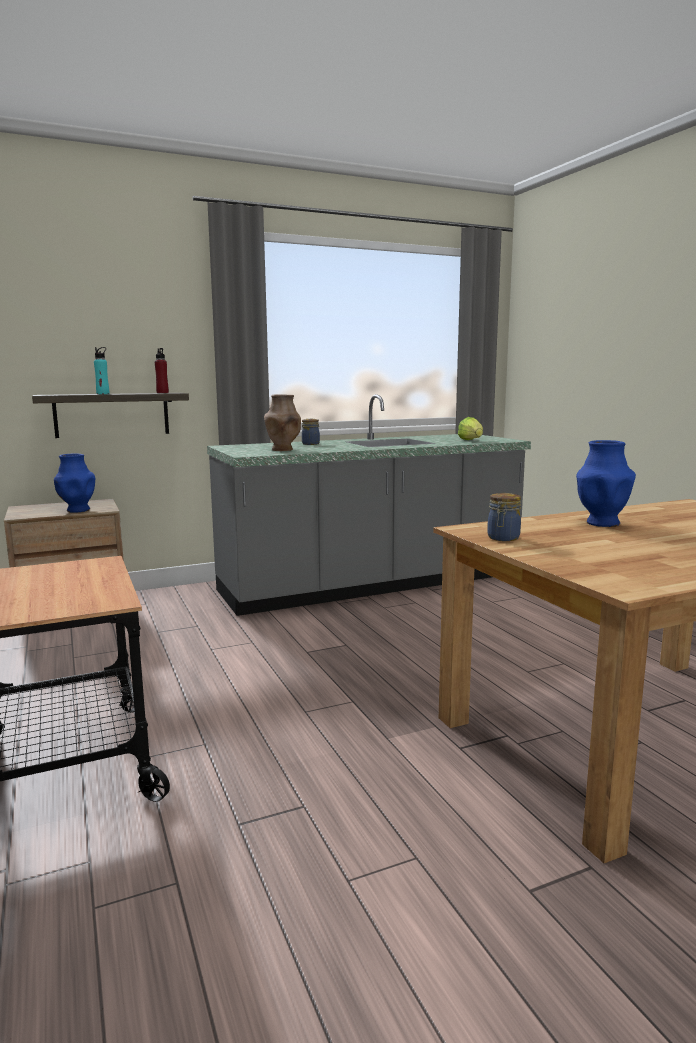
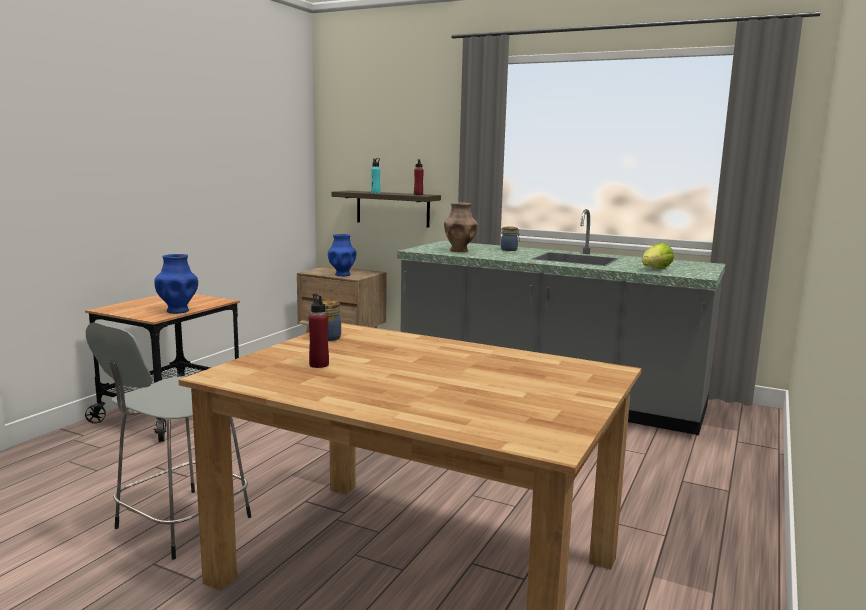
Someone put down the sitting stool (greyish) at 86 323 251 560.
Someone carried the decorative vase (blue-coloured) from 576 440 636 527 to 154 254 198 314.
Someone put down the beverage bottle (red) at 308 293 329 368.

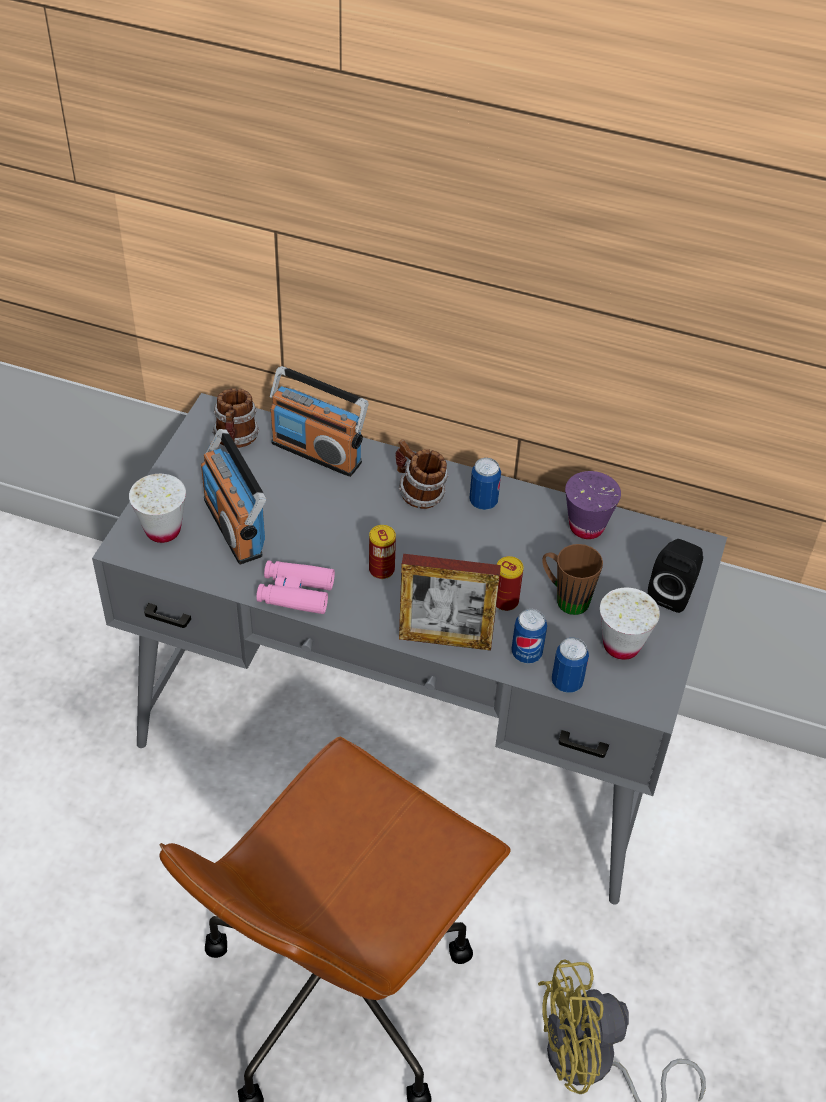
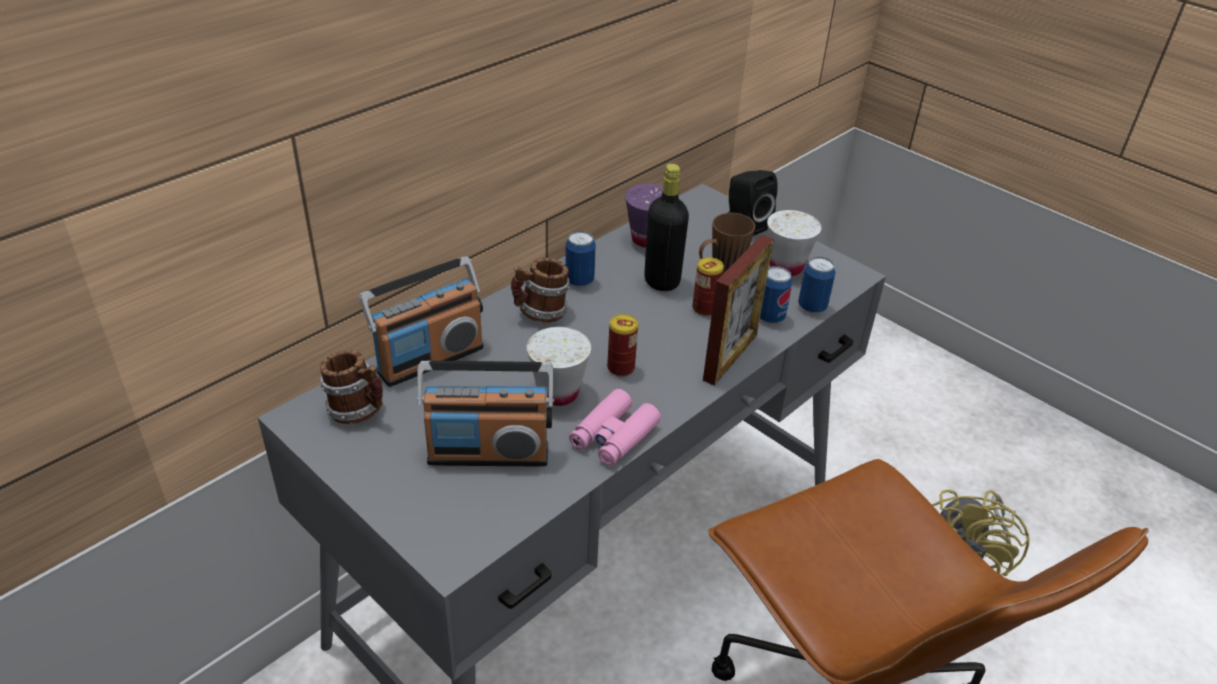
Someone carried the small cup (white) from 129 474 186 543 to 527 327 591 406.
Someone put down the beverage bottle (black-coloured) at 644 164 689 291.

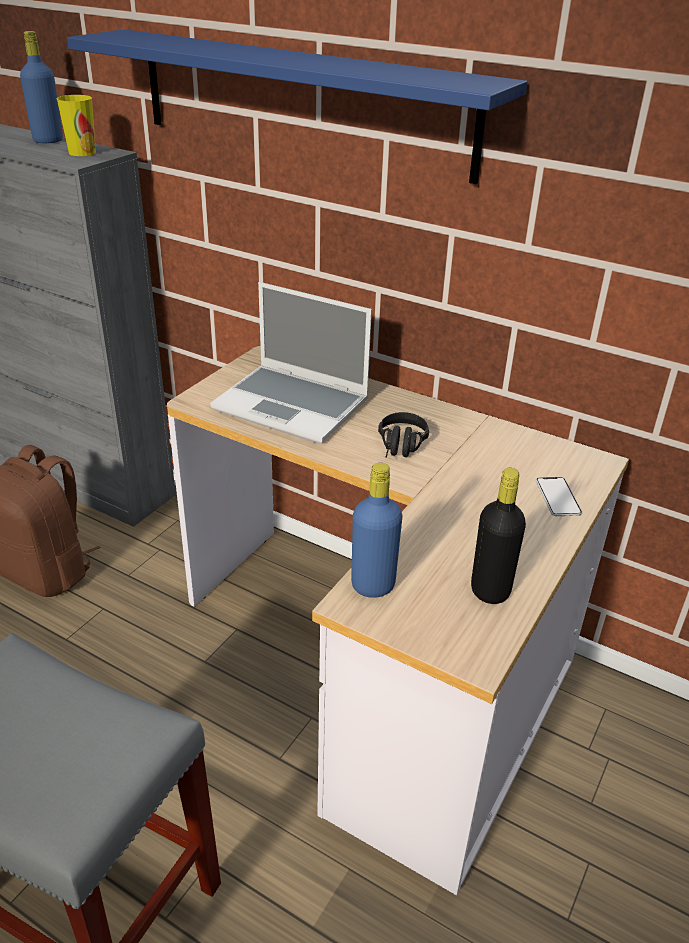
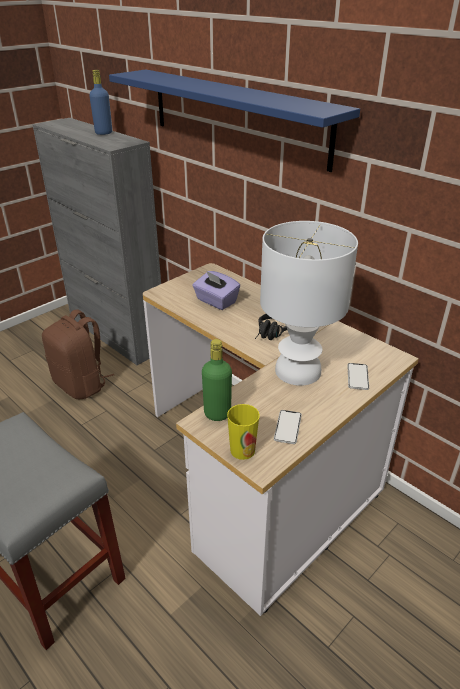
Someone swapped the portable computer at 210 282 372 444 for the box of tissues (purple-coloured) at 192 271 240 310.
Someone repainted the beverage bottle (blue-coloured) at 351 463 403 598, which became the beverage bottle (greenish) at 202 339 232 421.
Someone carried the small cup from 57 95 96 156 to 227 404 260 460.
Someone put down the lamp for a table (white) at 260 221 358 386.
Someone swapped the beverage bottle (black-coloured) at 471 468 526 604 for the handset at 274 410 302 444.

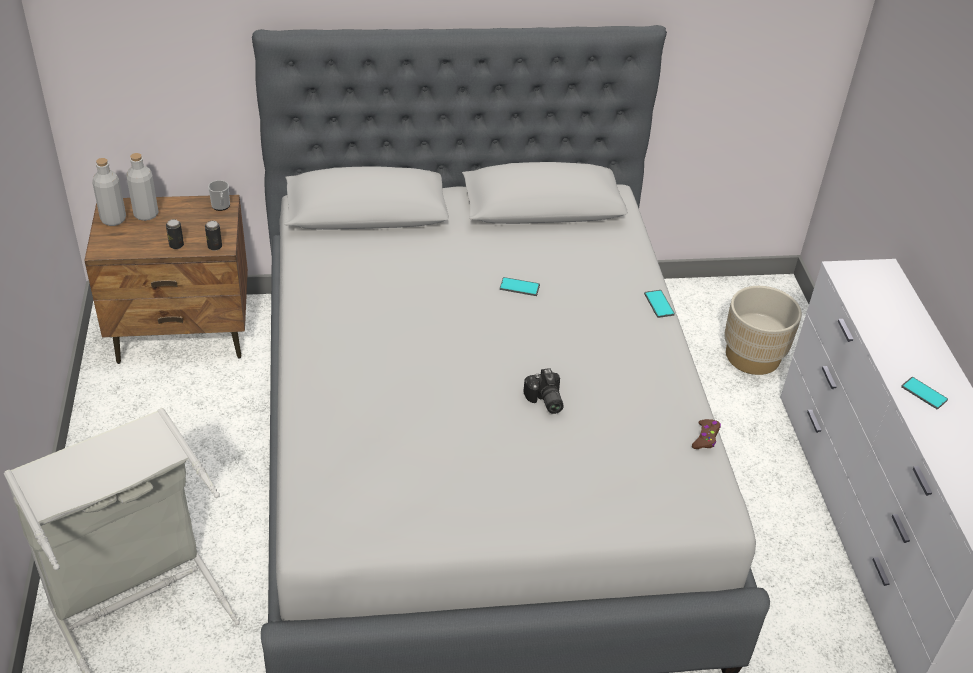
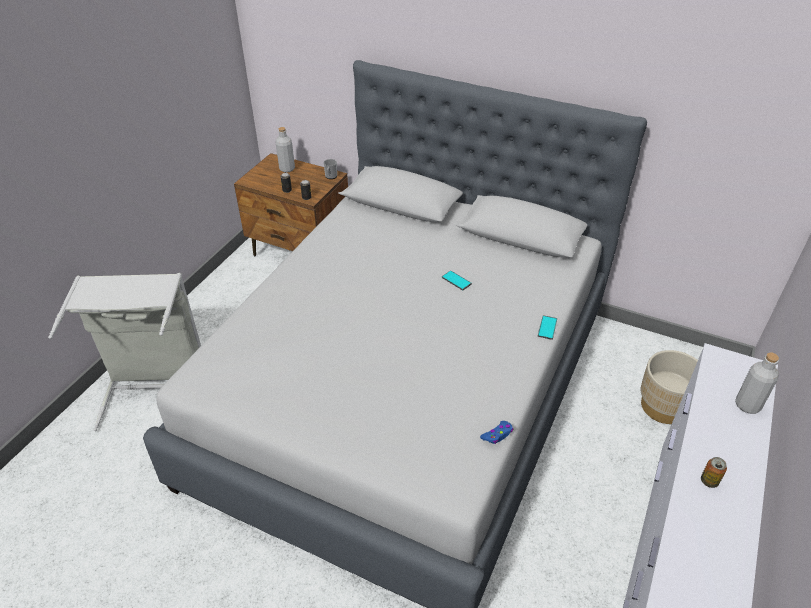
Someone repainted the joypad (brown) at 692 419 721 449, which became the joypad (blue-coloured) at 480 421 513 444.
Someone swapped the handset at 901 377 948 409 for the sealed can at 701 457 727 488.
Someone carried the beverage bottle (greyish) from 92 158 126 226 to 735 353 779 414.
Someone took away the photo camera at 523 368 564 414.

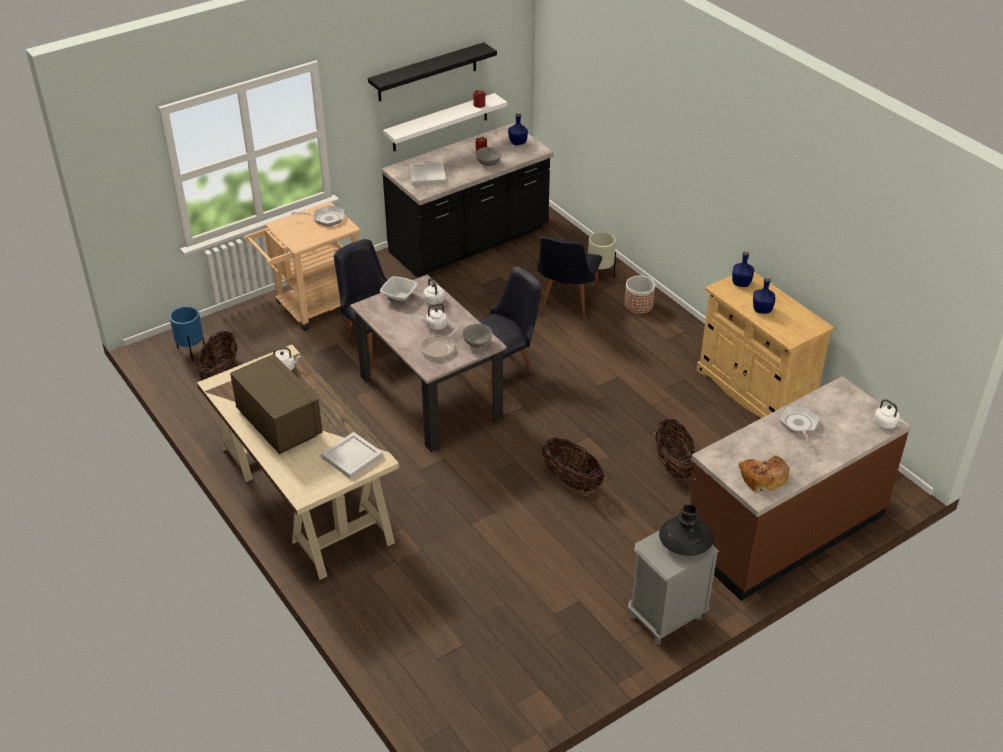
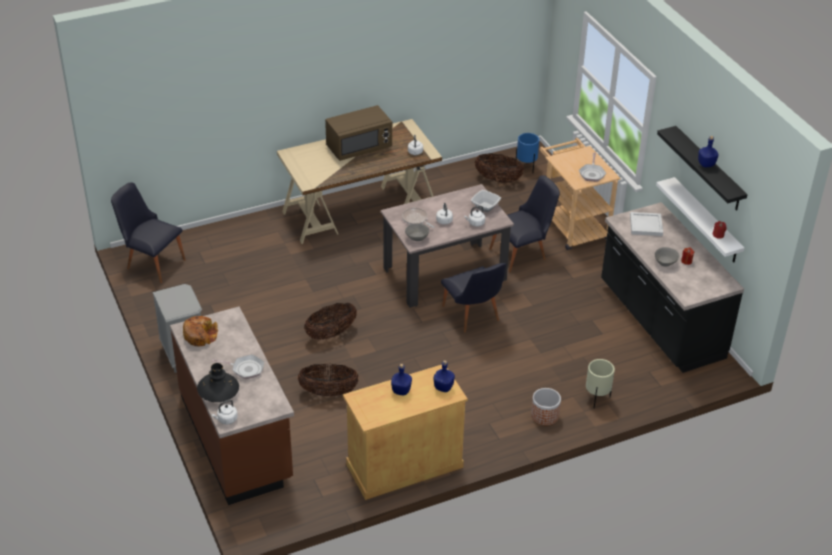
Someone carried the chair (black-coloured) from 537 237 602 317 to 111 182 186 283.
Someone carried the decorative vase (black-coloured) from 659 504 714 556 to 197 363 239 402.
Someone carried the beverage bottle (blue-coloured) from 508 112 528 145 to 698 136 718 167.
Someone took away the carrying tray (white) at 321 432 383 479.

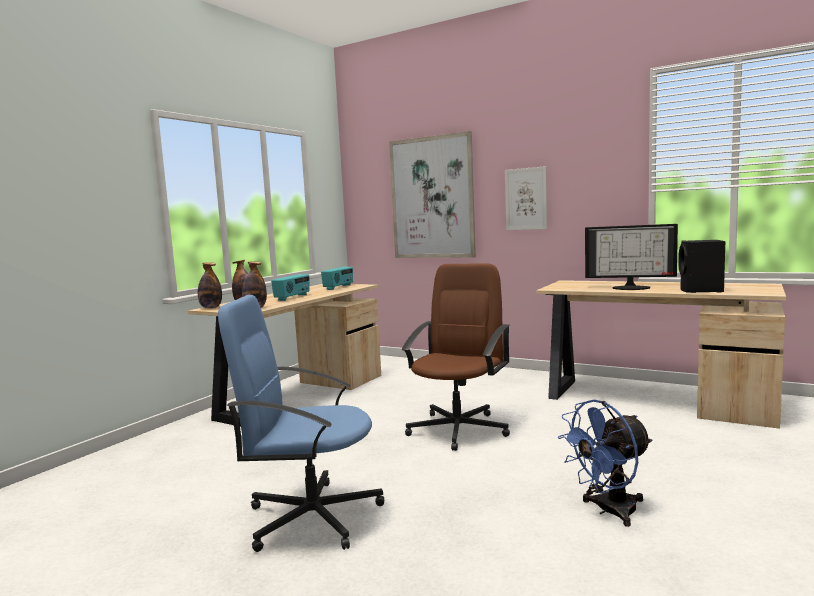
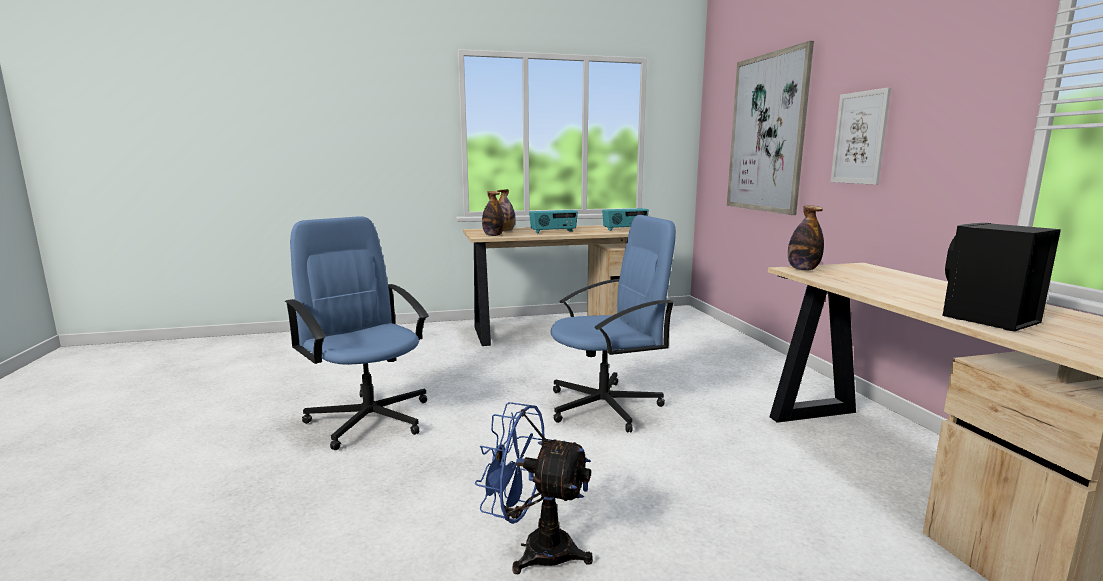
Someone repainted the desk chair (brown) at 402 263 510 451, which became the desk chair (blue-coloured) at 551 215 676 432.
Someone carried the beverage bottle from 198 262 222 308 to 788 205 824 271.
Someone took away the computer display at 585 224 678 290.

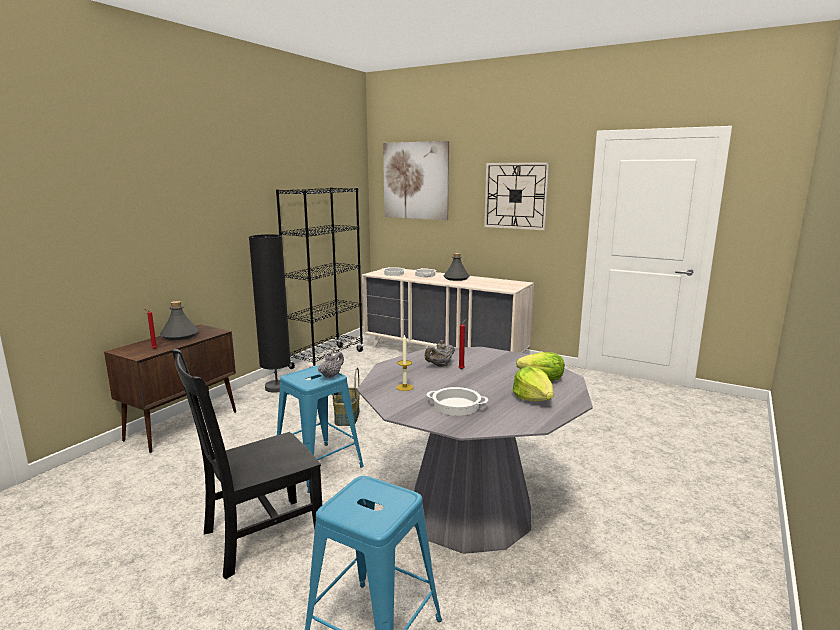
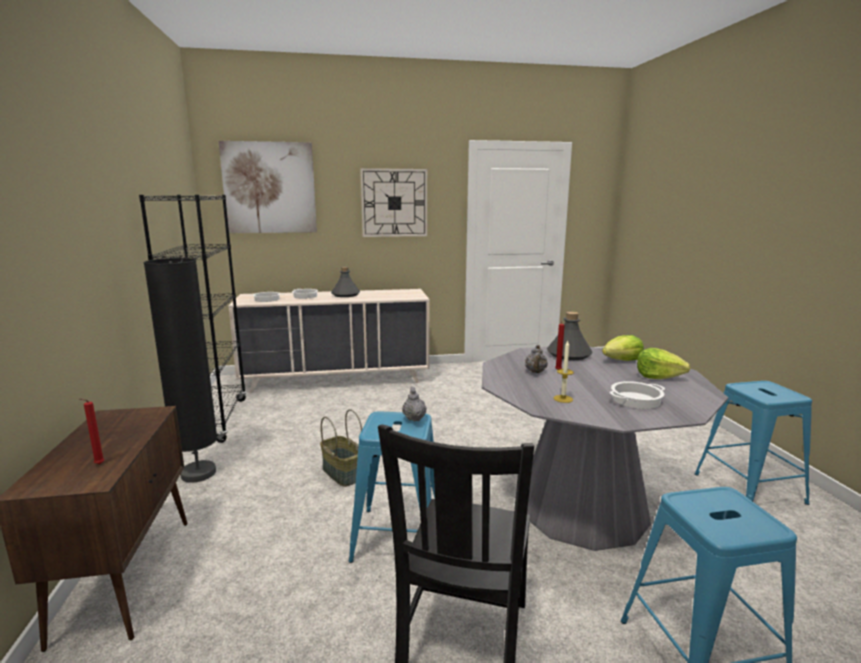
Someone carried the beverage bottle (greyish) from 160 301 199 340 to 547 312 593 360.
Someone put down the sitting stool (blue-coloured) at 695 381 812 505.

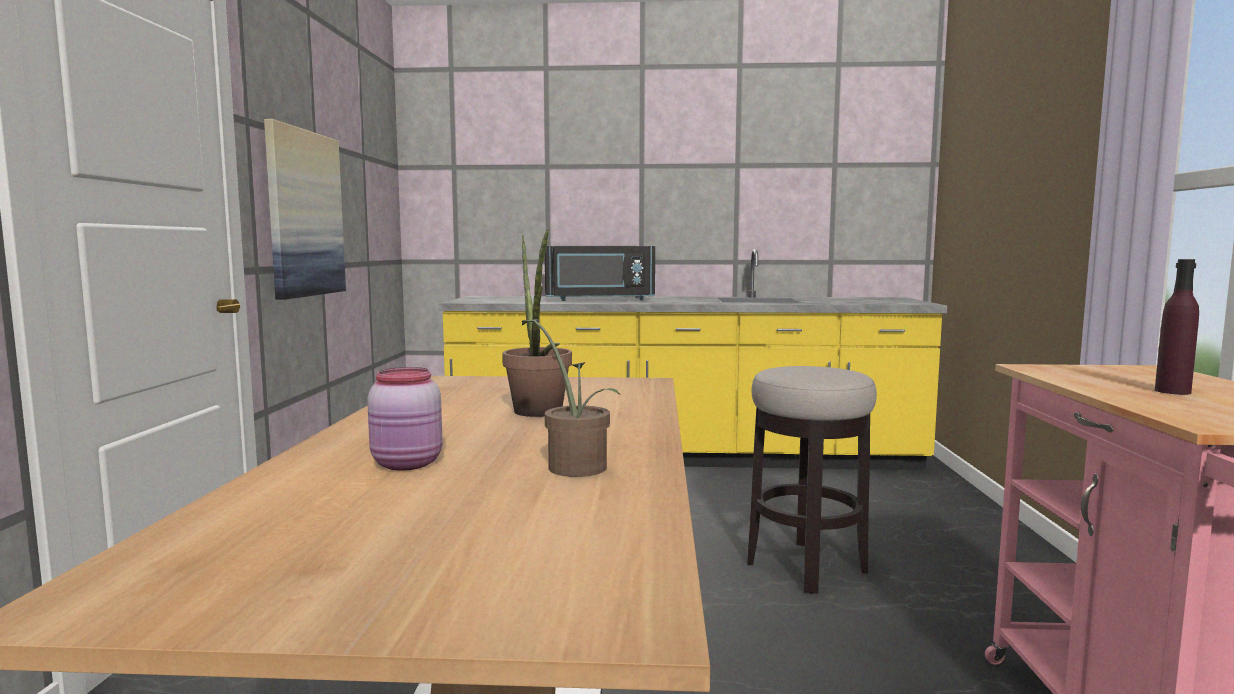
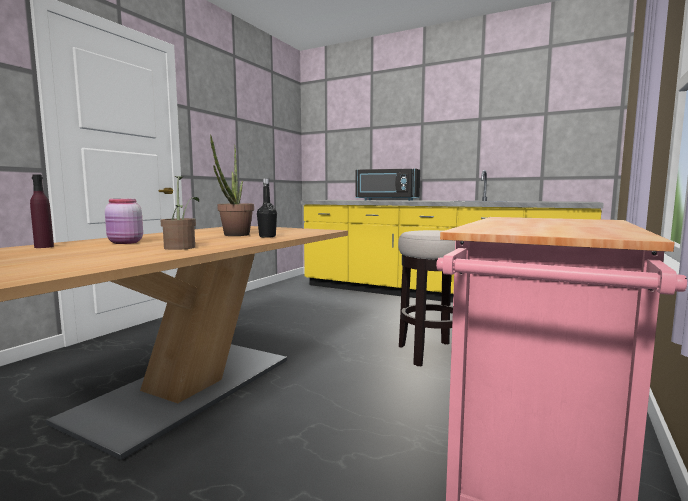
Someone carried the beverage bottle (purple-coloured) from 1155 259 1199 395 to 30 174 54 248.
Someone put down the beverage bottle (black-coloured) at 257 178 277 238.
Someone took away the wall picture at 264 119 346 300.

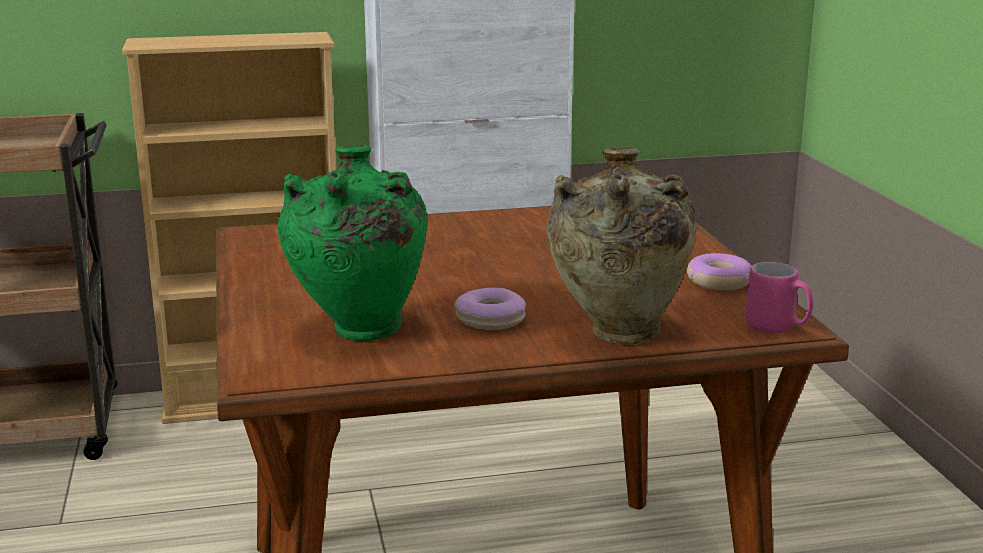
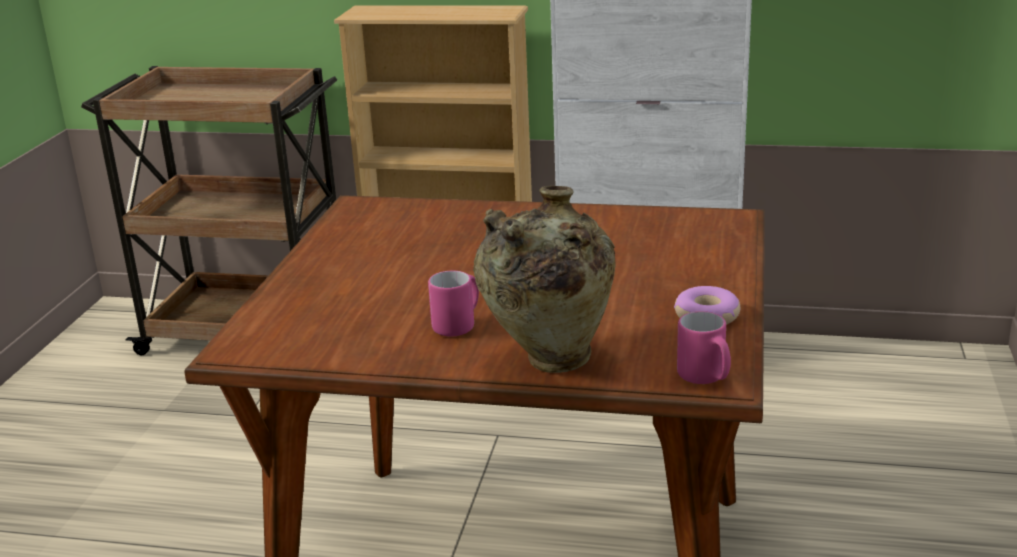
Someone swapped the ring doughnut at 455 288 526 330 for the mug (pink-coloured) at 428 271 479 337.
Someone took away the decorative vase (greenish) at 277 145 428 342.

